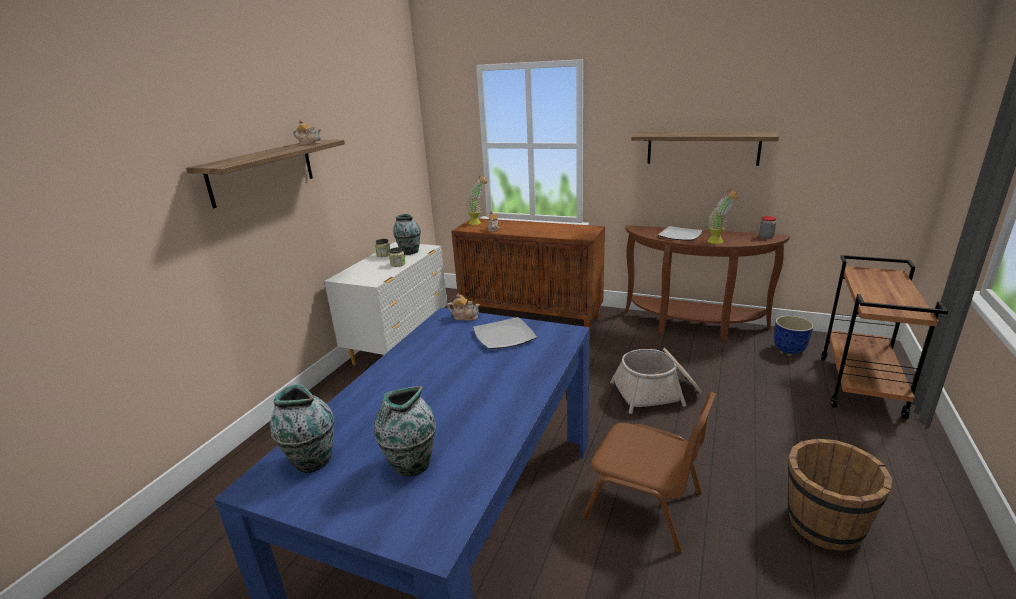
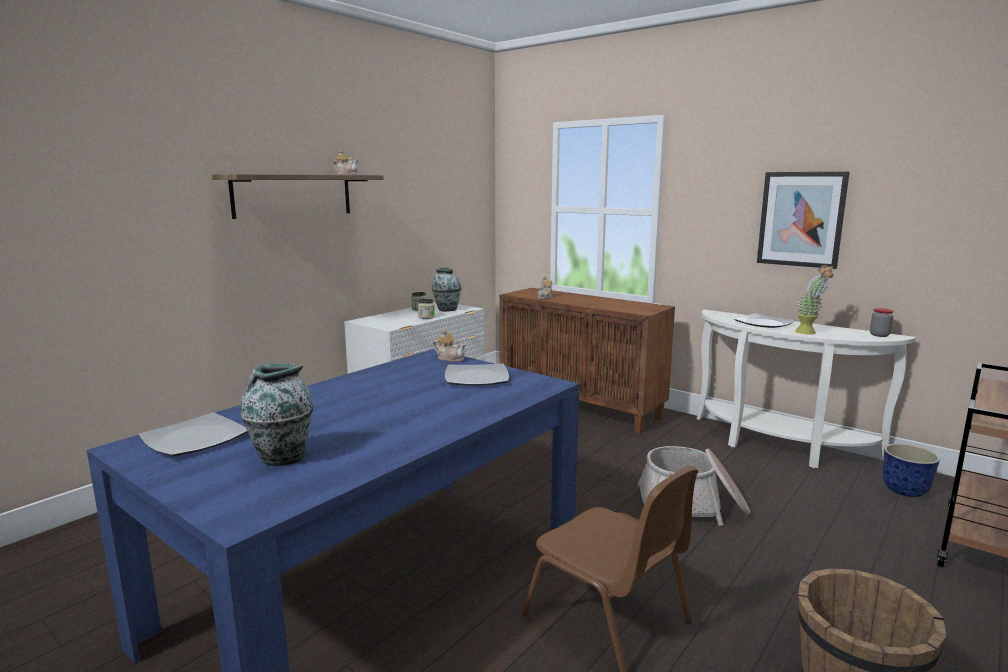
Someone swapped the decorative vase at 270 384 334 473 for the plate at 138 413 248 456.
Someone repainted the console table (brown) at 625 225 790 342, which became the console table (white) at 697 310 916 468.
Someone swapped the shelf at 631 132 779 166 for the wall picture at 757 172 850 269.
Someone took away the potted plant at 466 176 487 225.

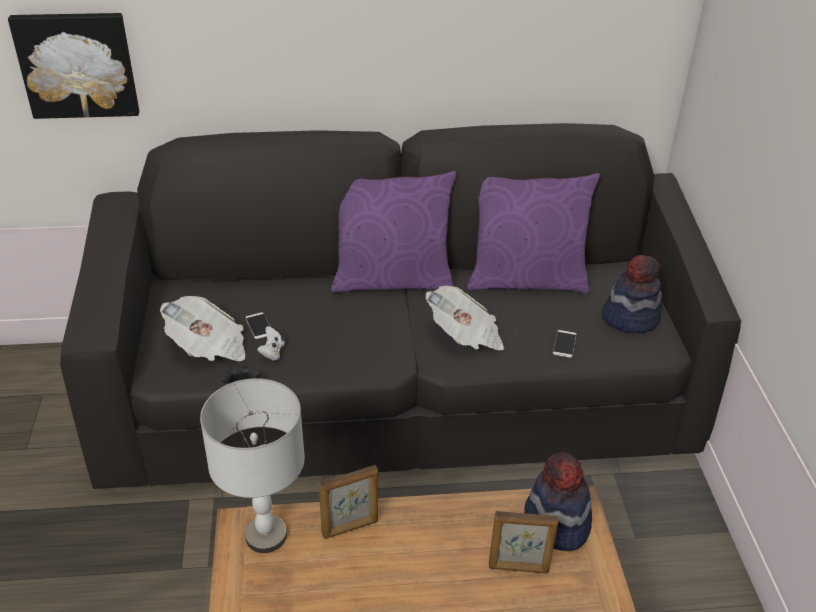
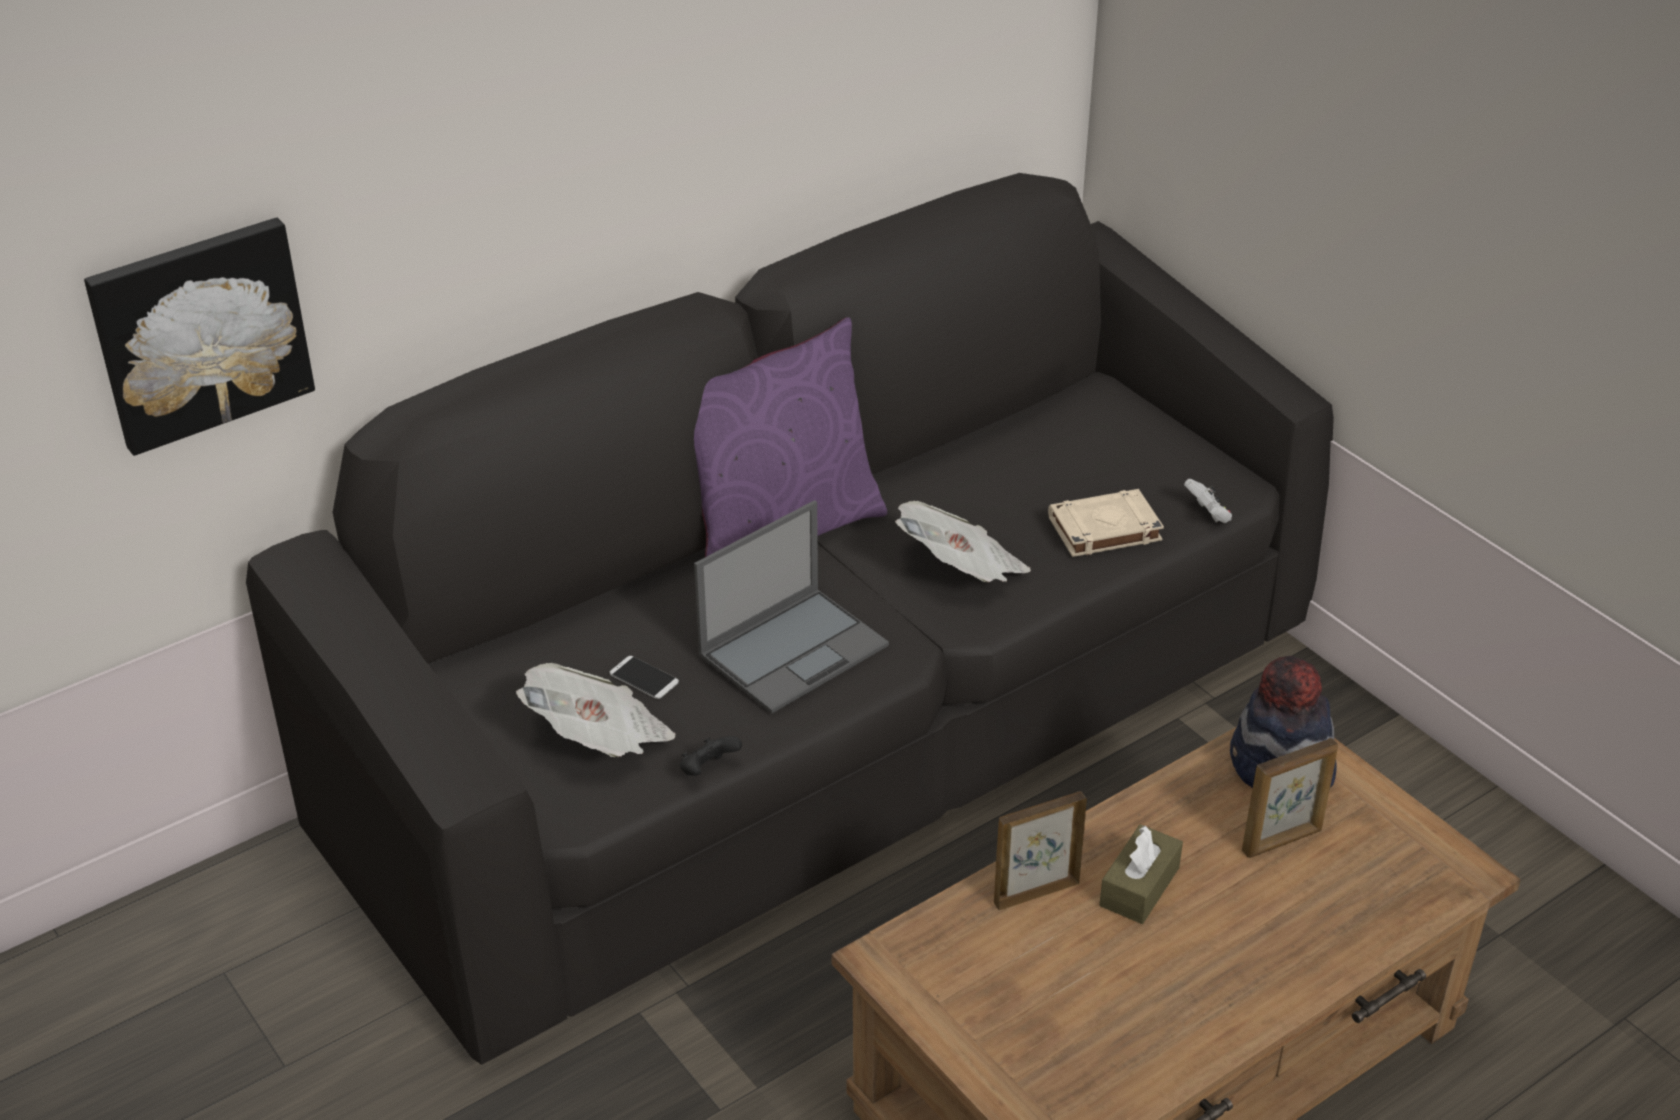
Someone put down the portable computer at 694 500 889 713.
Someone rotated the standing frame at 319 465 378 539 by 150 degrees counterclockwise.
Someone swapped the handset at 553 330 577 358 for the book (sand-coloured) at 1048 489 1164 557.
Someone put down the box of tissues (brown) at 1099 824 1183 924.
Someone carried the joypad (white) from 257 326 285 361 to 1184 479 1232 523.
Someone took away the lamp for a table (greyish) at 200 378 305 553.
Someone took away the cushion (purple-coloured) at 467 173 600 294.
Someone took away the hat at 602 255 662 333.

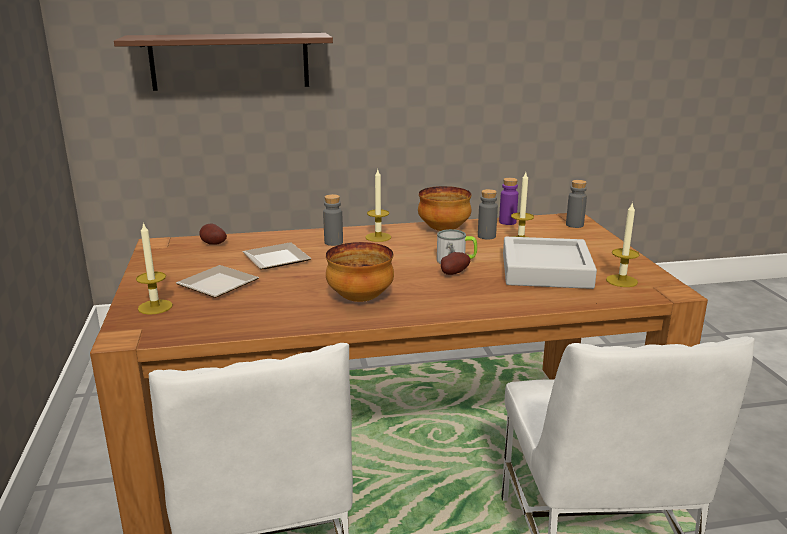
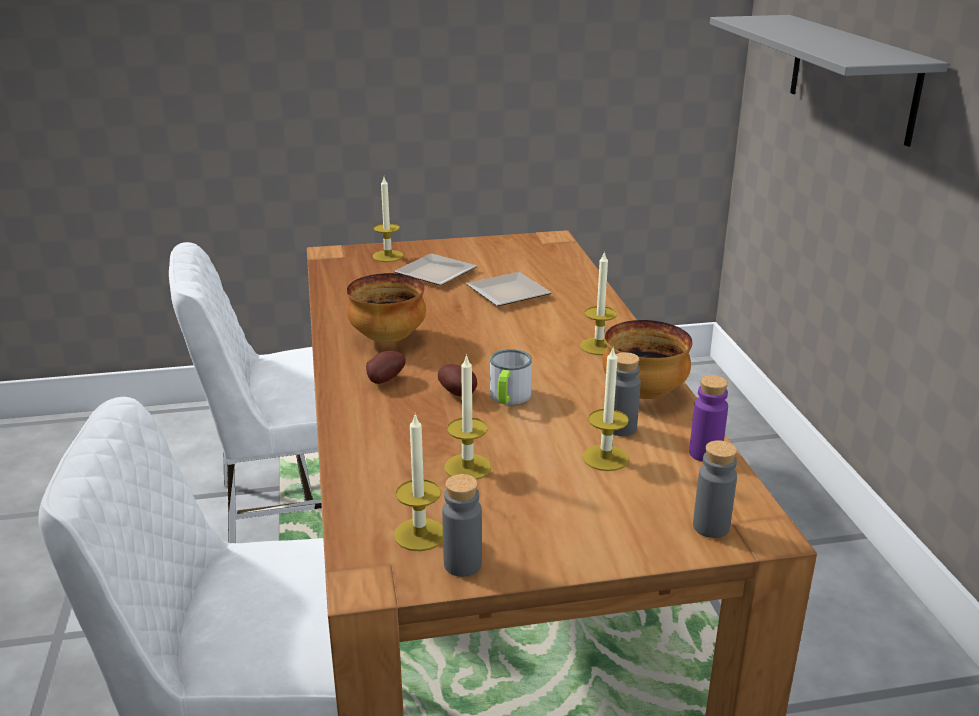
Someone carried the potato from 199 224 227 245 to 366 351 406 384.
Someone carried the beverage bottle (greyish) from 323 194 343 246 to 442 474 482 577.
Someone swapped the carrying tray (greyish) at 503 237 597 289 for the wax light at 444 354 491 480.
Someone repainted the shelf (brown) at 114 33 333 91, which became the shelf (greyish) at 710 15 948 147.

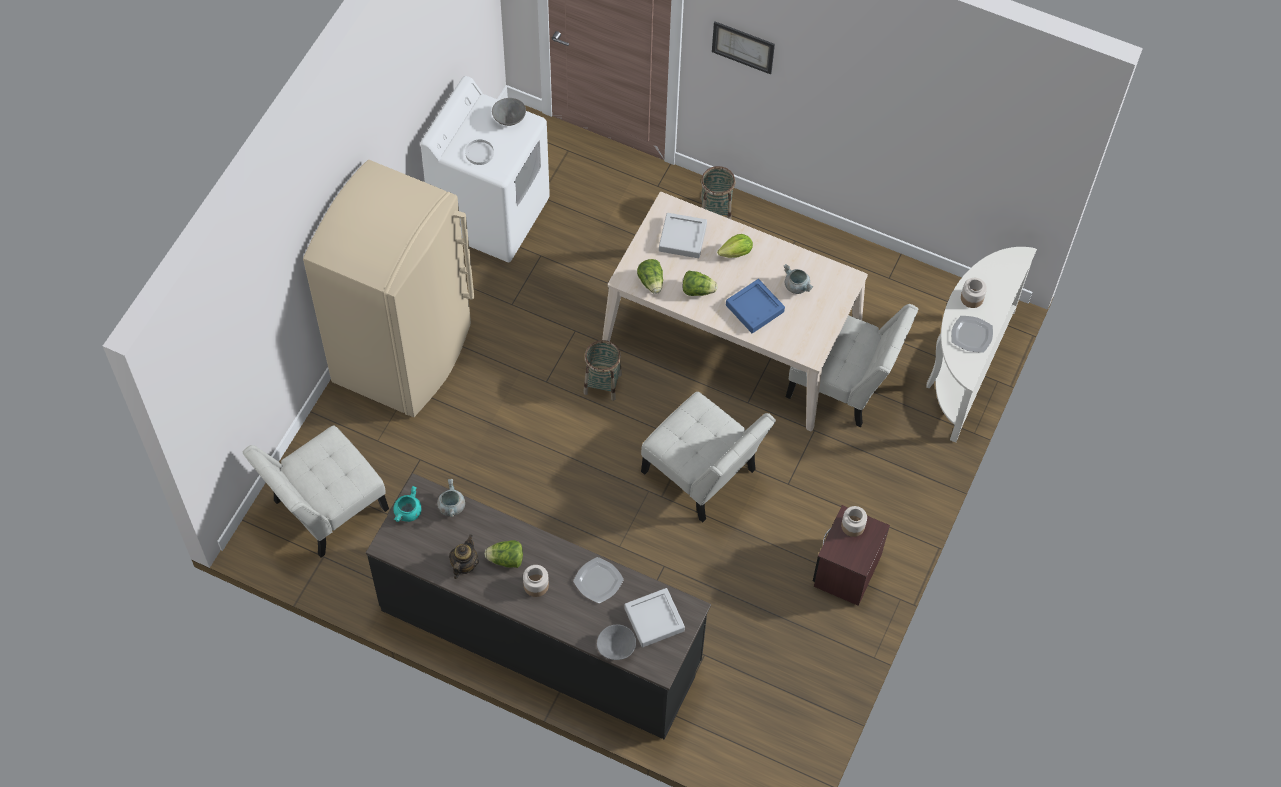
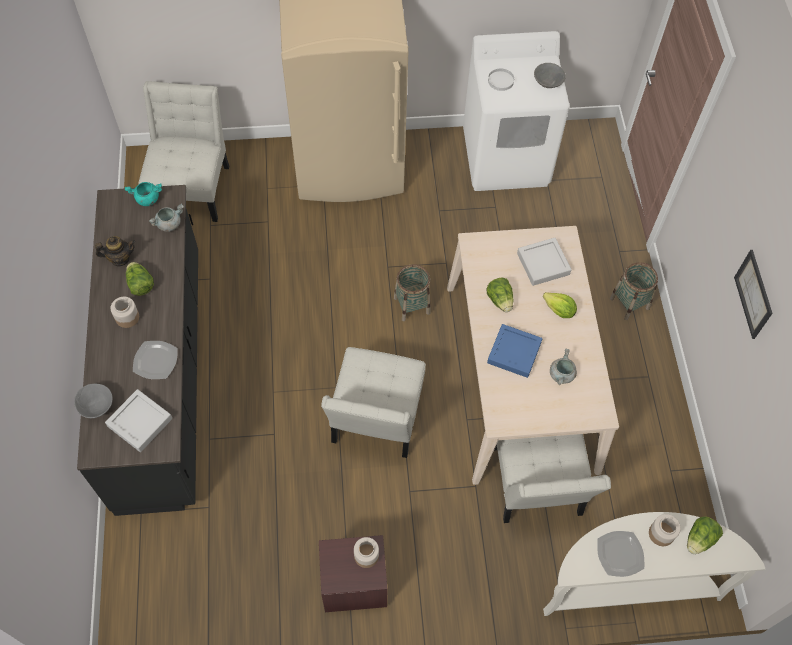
Someone rotated the chair (white) at 242 426 389 557 by 75 degrees clockwise.
Someone carried the lettuce from 637 259 663 294 to 687 516 723 554.
Someone carried the wall picture from 712 21 775 74 to 734 250 773 339.

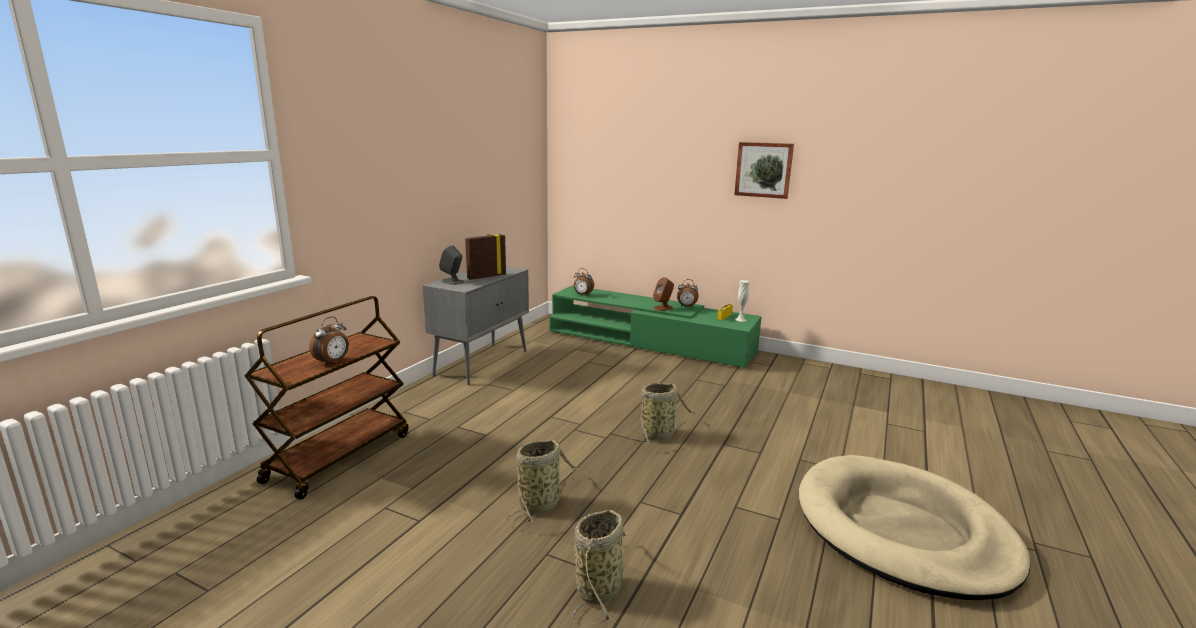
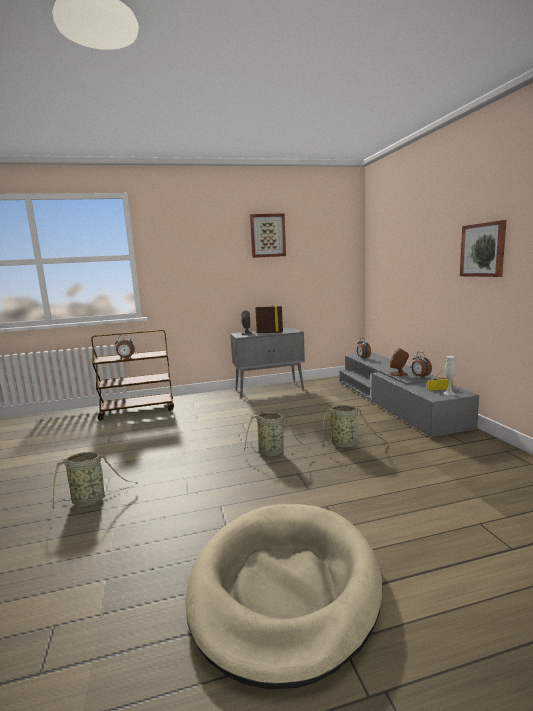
Someone put up the wall picture at 250 213 286 258.
Someone carried the household basket from 506 440 580 523 to 318 405 382 448.
Someone repainted the tv stand (greenish) at 550 286 762 368, which became the tv stand (greyish) at 340 352 479 437.

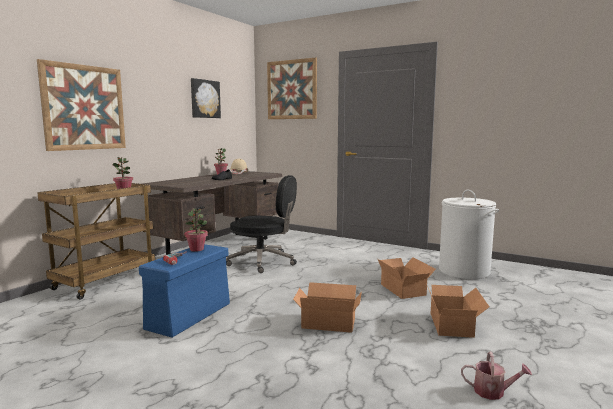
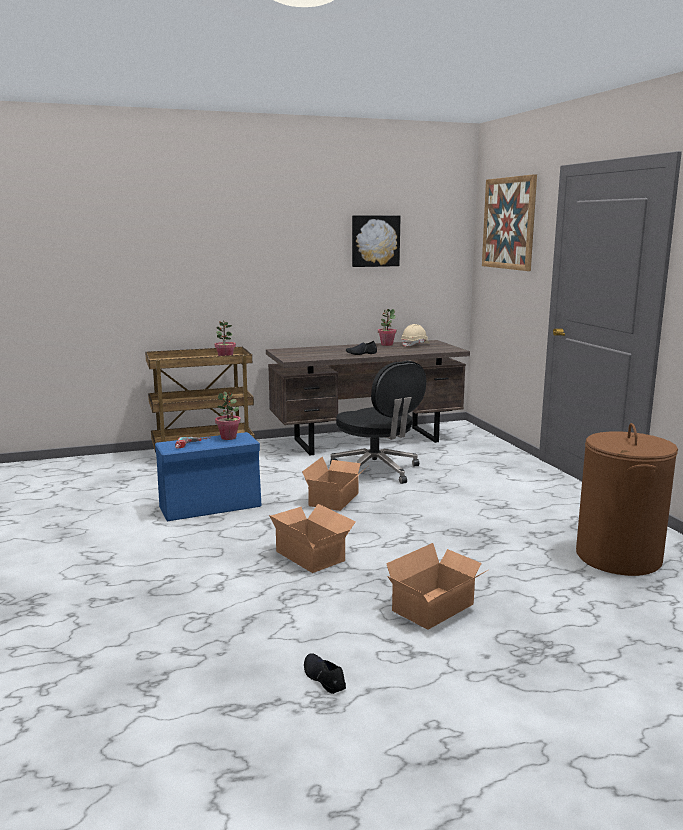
Someone carried the cardboard box from 378 257 436 299 to 302 456 367 511.
Someone swapped the sprinkling can at 461 352 532 400 for the shoe (black-coloured) at 304 653 346 694.
Someone repainted the hamper (white) at 439 190 499 279, which became the hamper (brown) at 576 423 678 576.
Someone took away the wall picture at 37 59 126 151.

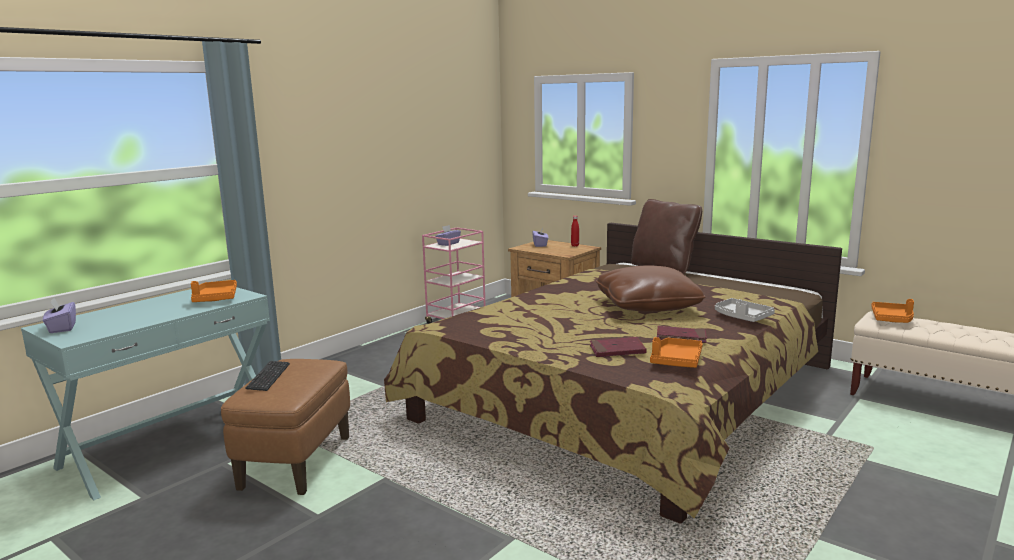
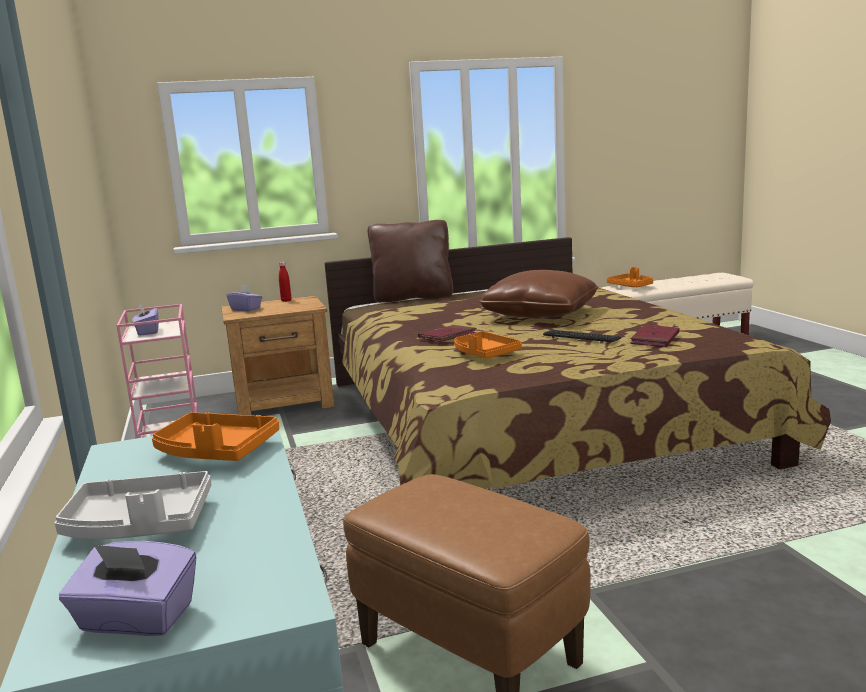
Someone carried the carrying tray (greyish) from 715 298 775 322 to 54 471 211 539.
Someone carried the book (red) from 657 326 707 343 to 418 325 476 342.
Someone carried the carrying tray (orangey) from 650 337 703 368 to 454 331 522 358.
Someone carried the computer keyboard from 245 361 290 391 to 543 330 621 343.

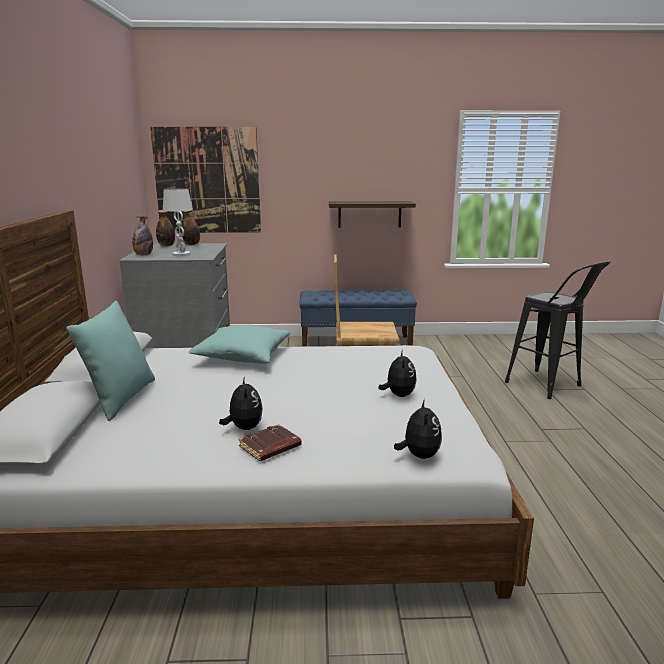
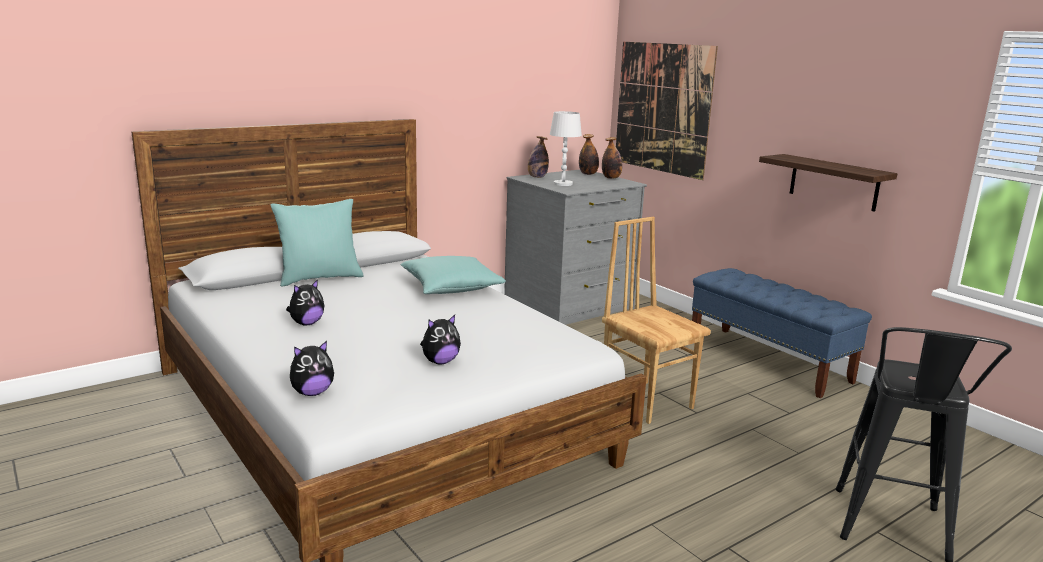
Someone took away the book (brown) at 238 424 302 461.

